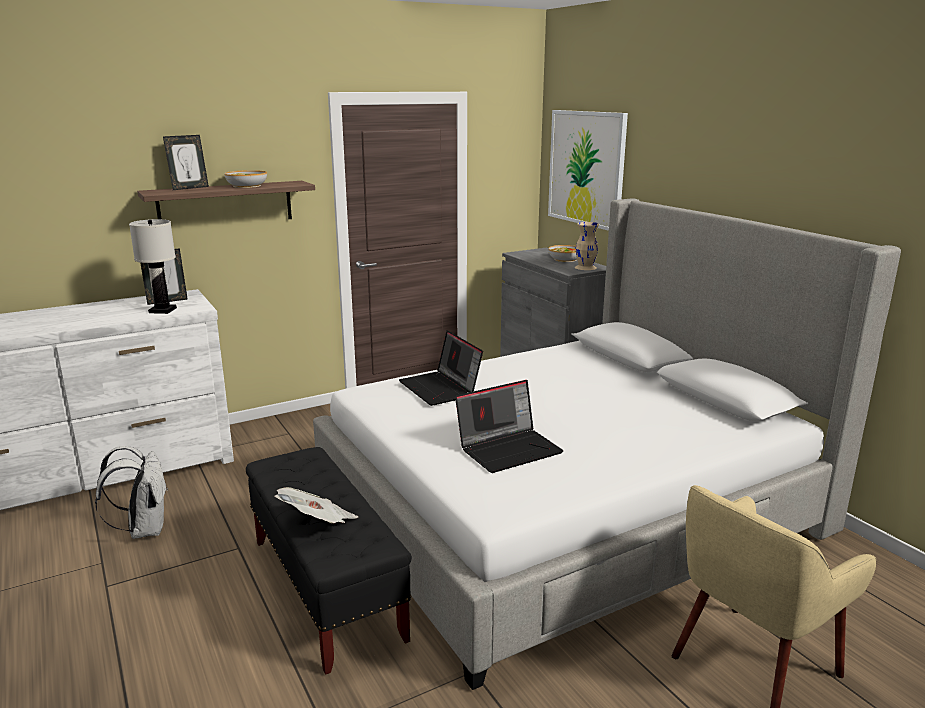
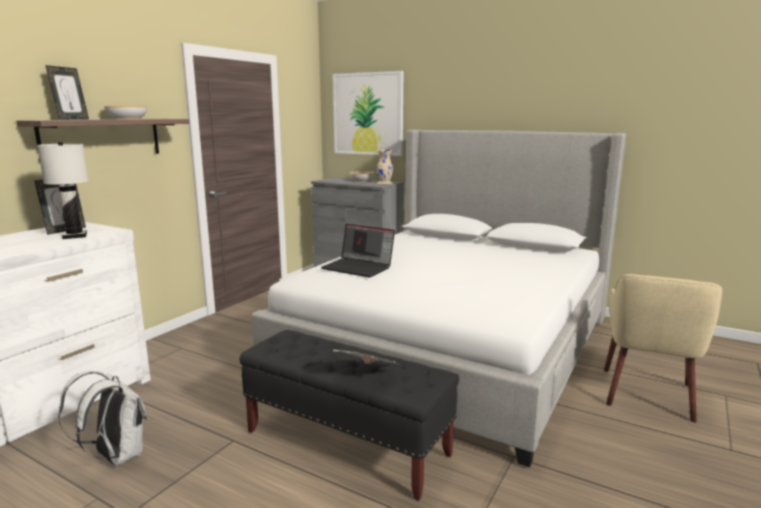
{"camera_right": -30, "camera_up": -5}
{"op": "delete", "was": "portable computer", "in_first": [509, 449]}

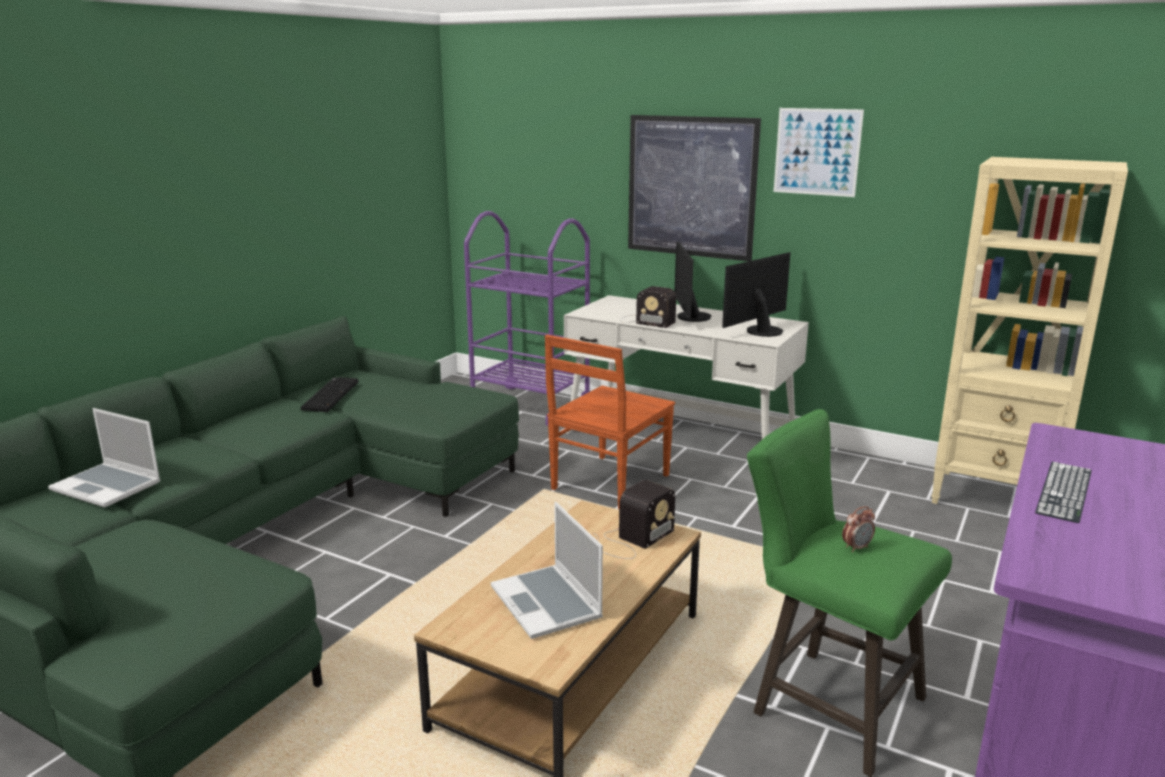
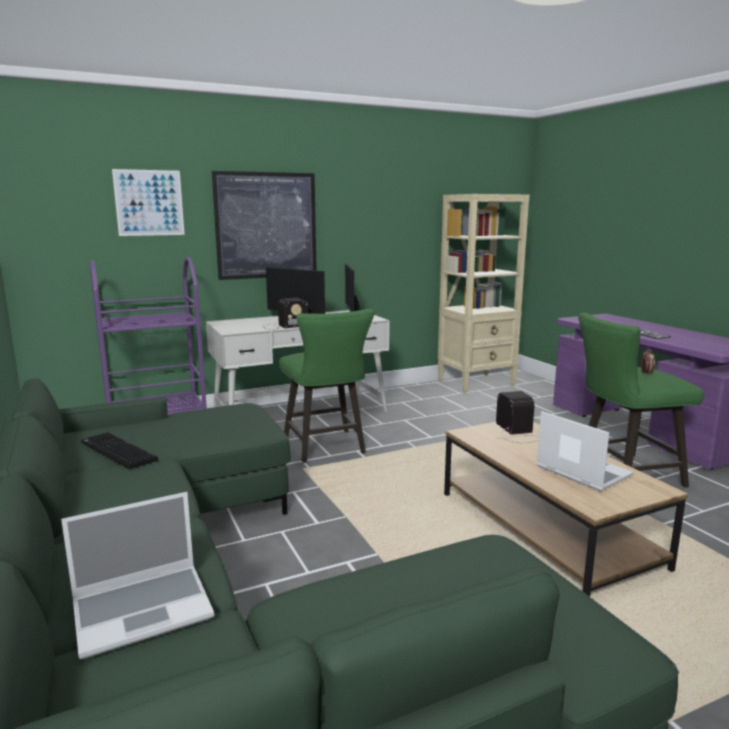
{"camera_right": -55, "camera_up": -5}
{"op": "move", "was": "picture", "in_first": [817, 152], "in_second": [149, 203]}
{"op": "replace", "was": "brown plain chair", "now": "green-coloured sitting stool", "in_first": [608, 483], "in_second": [326, 448]}
{"op": "rotate", "was": "portable computer", "in_first": [548, 604], "in_second": [581, 471], "clockwise": -135}

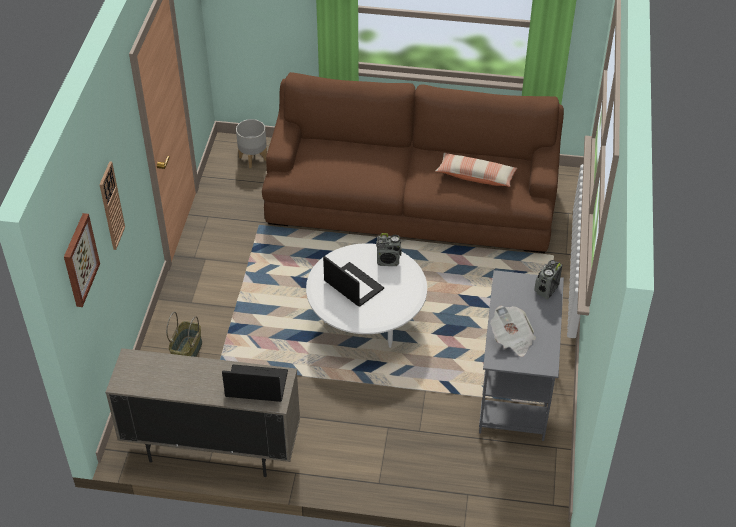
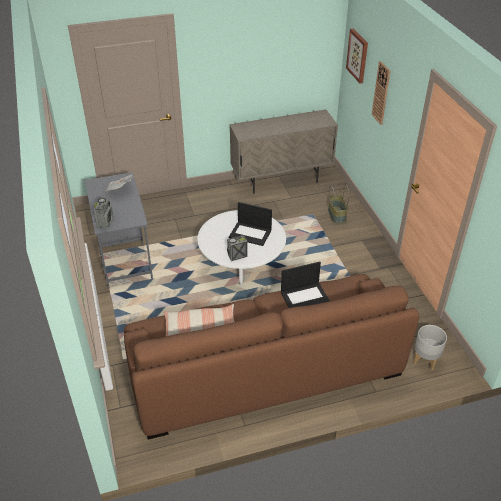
{"camera_right": 155, "camera_up": -5}
{"op": "move", "was": "portable computer", "in_first": [255, 384], "in_second": [305, 296]}

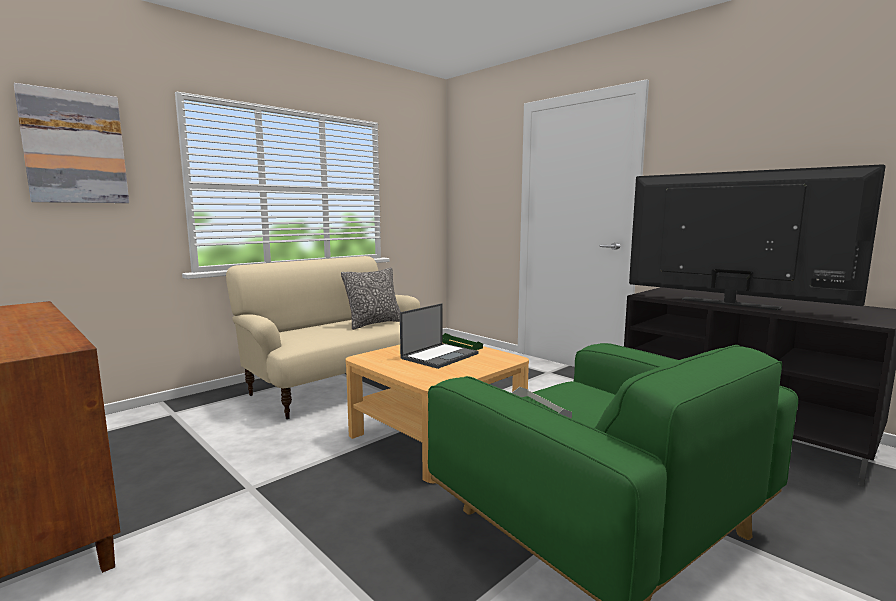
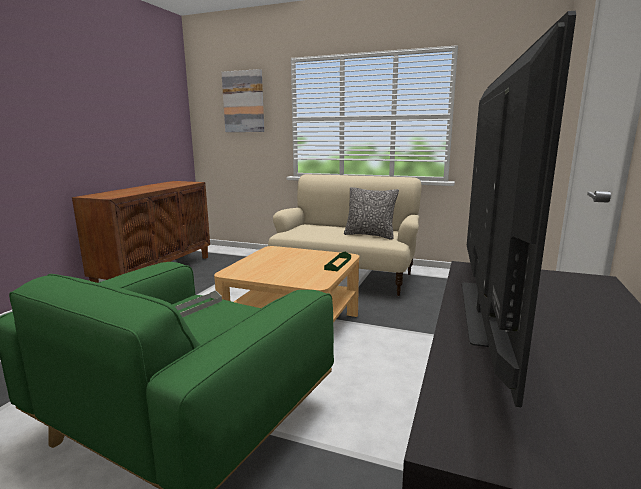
{"camera_right": 65, "camera_up": 5}
{"op": "delete", "was": "portable computer", "in_first": [440, 356]}

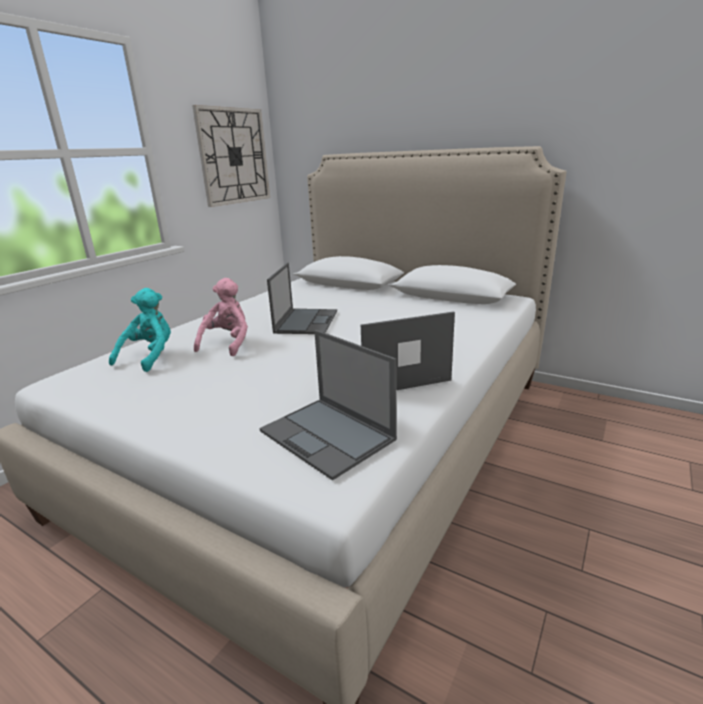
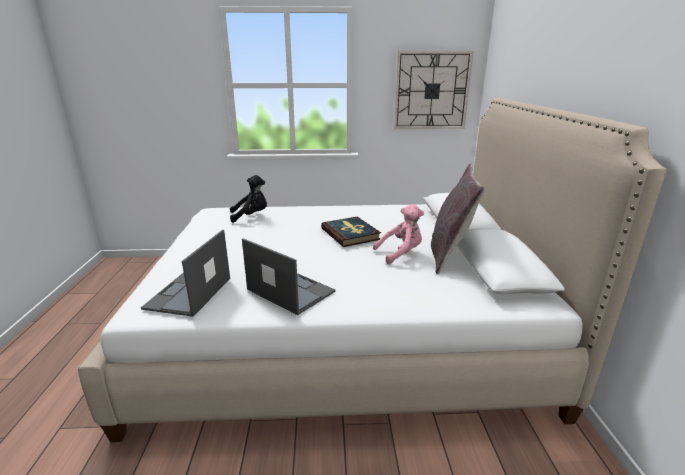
{"camera_right": 55, "camera_up": 0}
{"op": "insert", "now": "greyish pillow", "in_second": [449, 254]}
{"op": "move", "was": "pinkish soft toy", "in_first": [227, 343], "in_second": [401, 253]}
{"op": "replace", "was": "portable computer", "now": "book", "in_first": [306, 321], "in_second": [350, 234]}
{"op": "recolor", "was": "turquoise-coloured soft toy", "now": "blackish soft toy", "in_first": [150, 357], "in_second": [251, 216]}

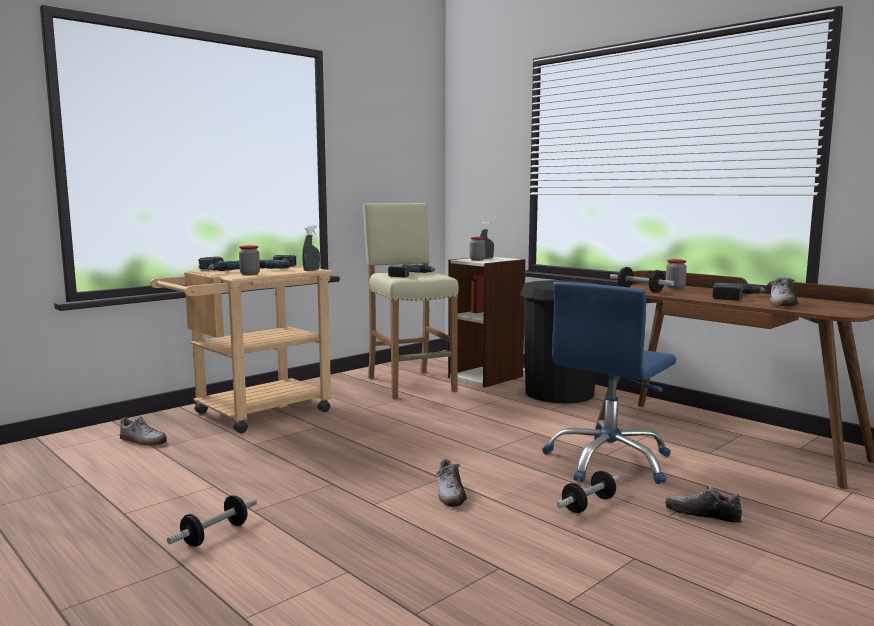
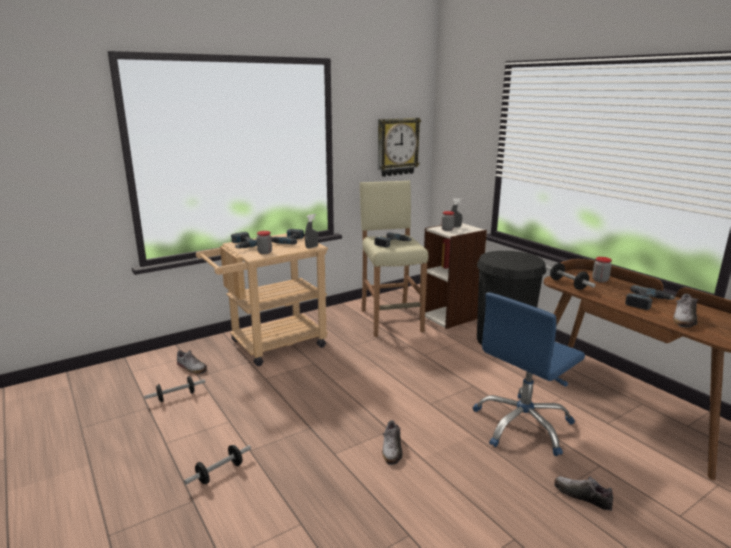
{"camera_right": 10, "camera_up": 10}
{"op": "insert", "now": "hanging clock", "in_second": [397, 146]}
{"op": "move", "was": "dumbbell", "in_first": [588, 505], "in_second": [176, 396]}

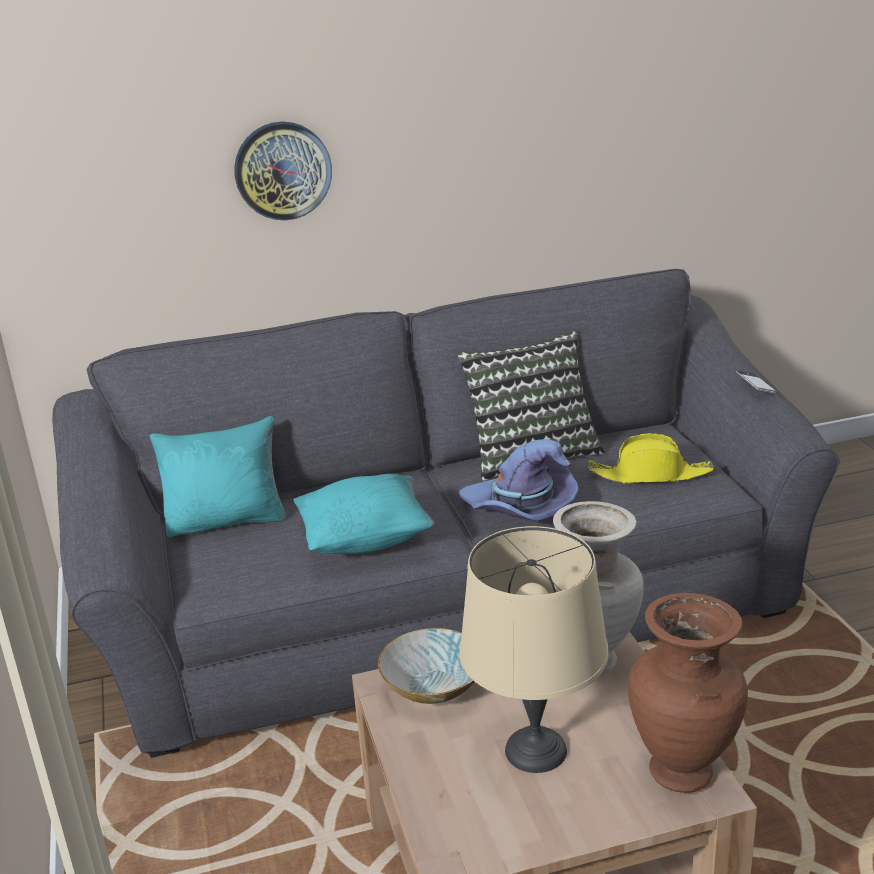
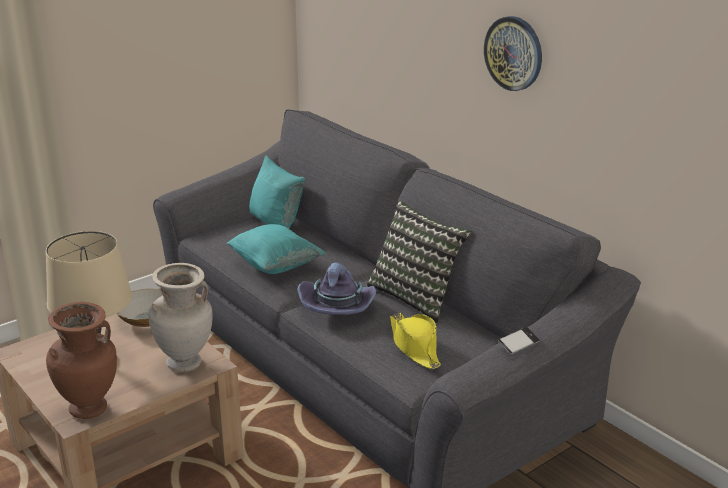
{"camera_right": 65, "camera_up": 0}
{"op": "move", "was": "hanging clock", "in_first": [283, 170], "in_second": [514, 53]}

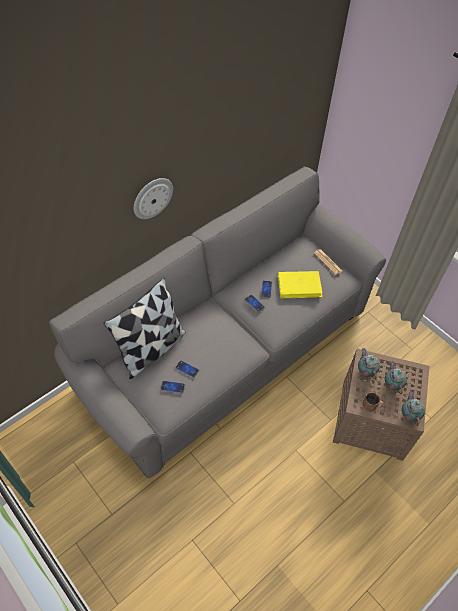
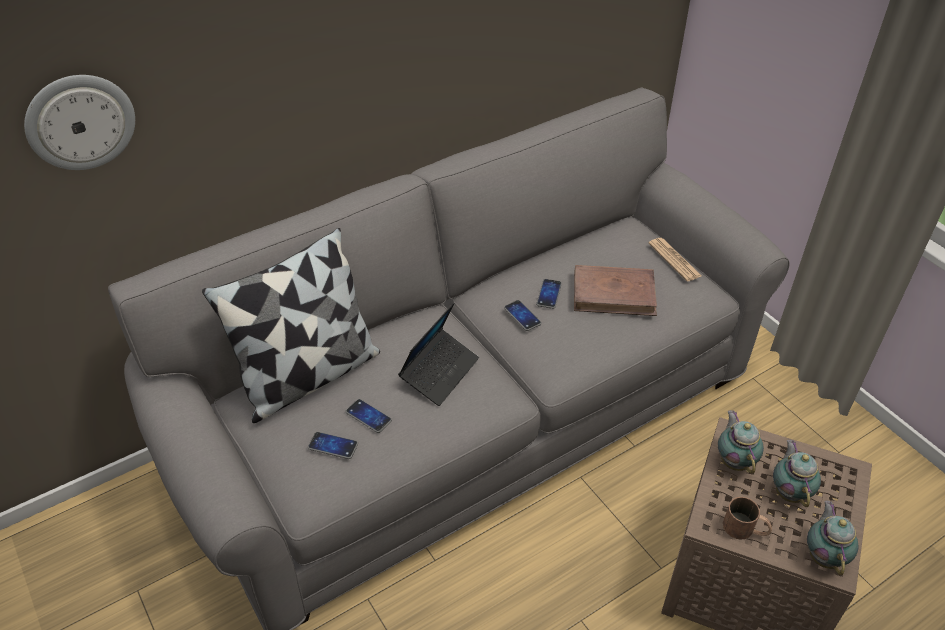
{"camera_right": 10, "camera_up": -10}
{"op": "insert", "now": "portable computer", "in_second": [439, 372]}
{"op": "move", "was": "hanging clock", "in_first": [152, 198], "in_second": [80, 121]}
{"op": "recolor", "was": "yellow-coloured book", "now": "brown book", "in_first": [299, 286], "in_second": [614, 294]}

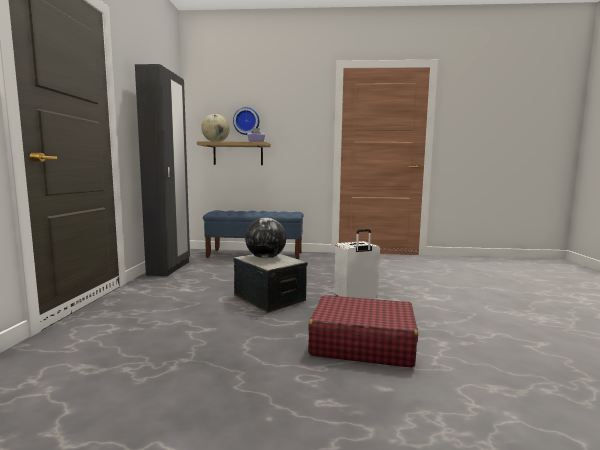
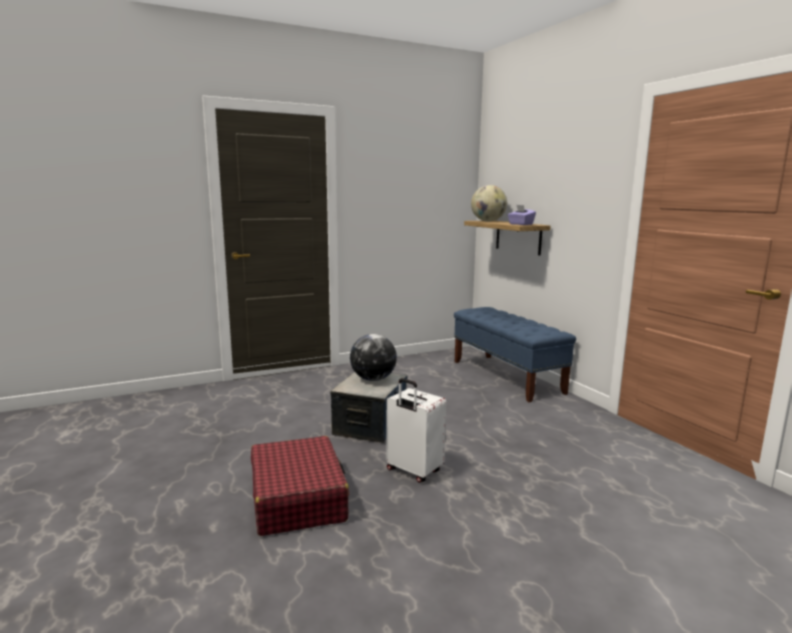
{"camera_right": 60, "camera_up": 5}
{"op": "delete", "was": "blackish armoire", "in_first": [169, 268]}
{"op": "delete", "was": "hanging clock", "in_first": [246, 121]}

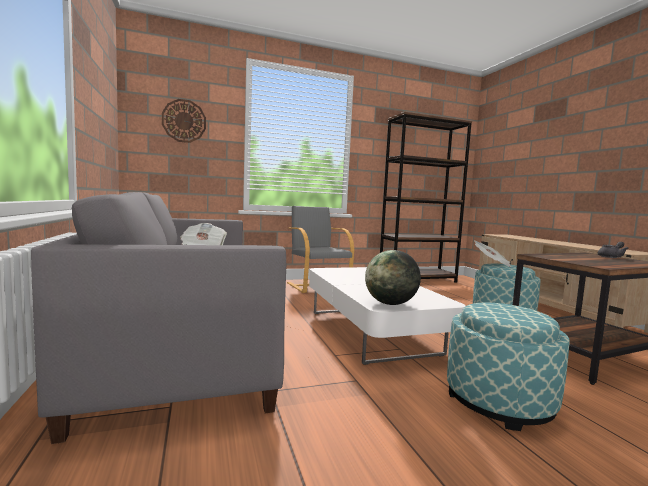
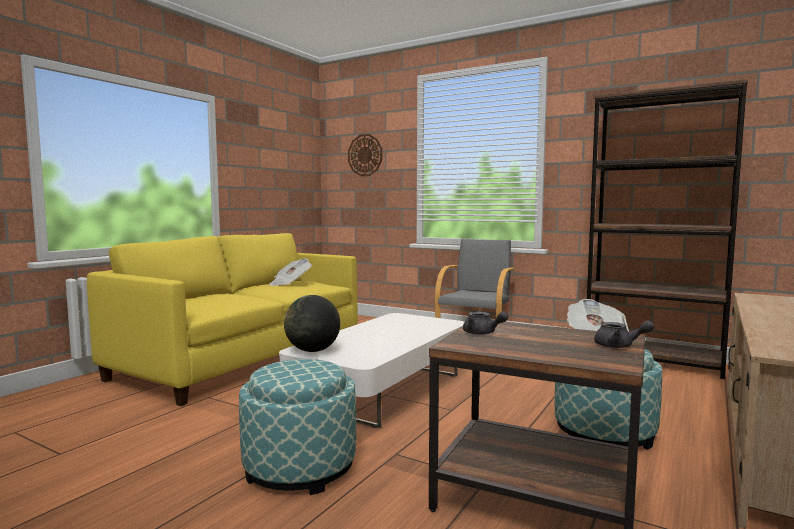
{"camera_right": 50, "camera_up": 0}
{"op": "insert", "now": "greyish pot for tea", "in_second": [482, 333]}
{"op": "recolor", "was": "greyish settee", "now": "yellow-coloured settee", "in_first": [183, 344], "in_second": [244, 358]}

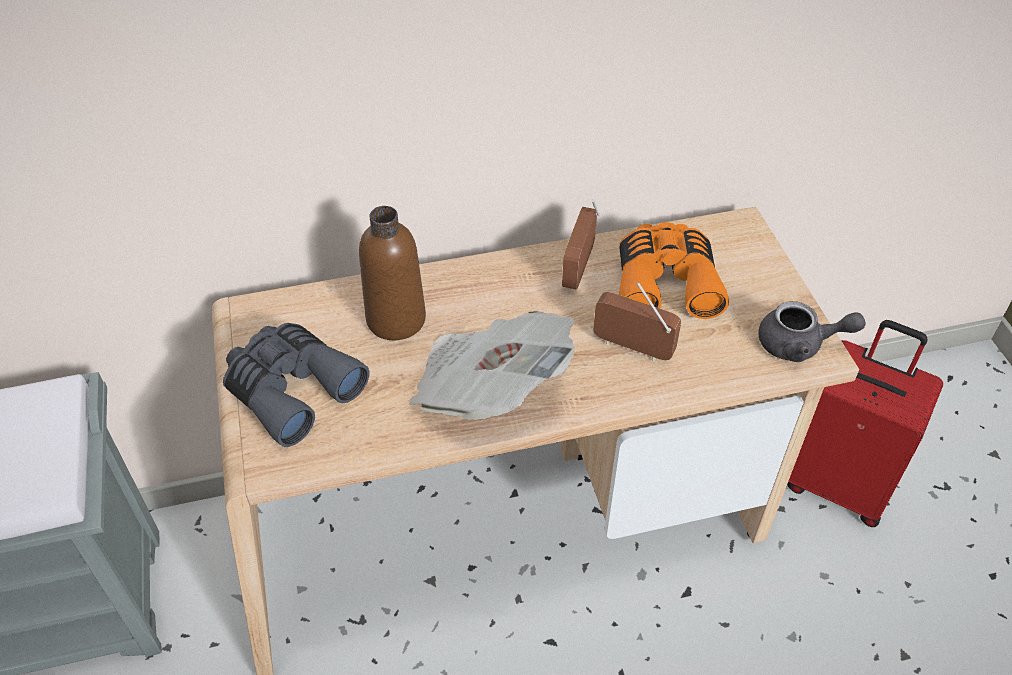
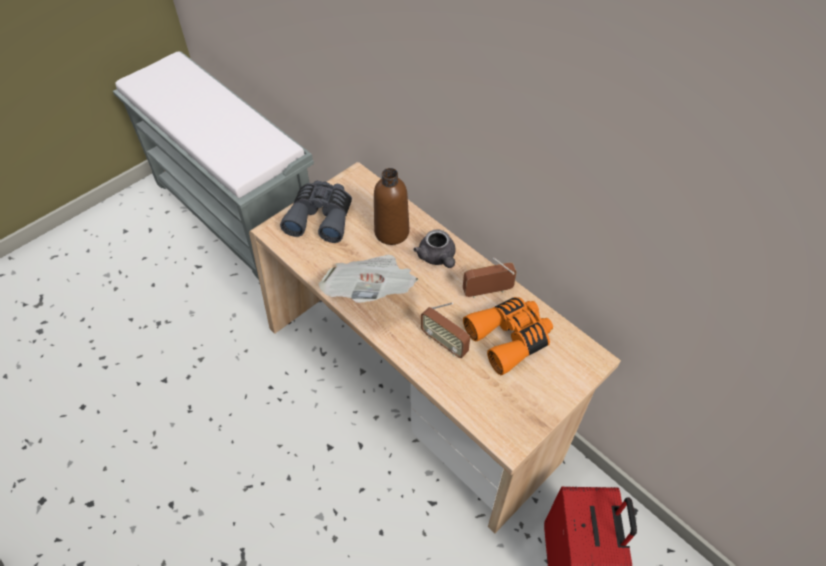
{"camera_right": 60, "camera_up": 5}
{"op": "move", "was": "greyish pot for tea", "in_first": [799, 345], "in_second": [437, 258]}
{"op": "rotate", "was": "radio receiver", "in_first": [632, 348], "in_second": [444, 343], "clockwise": 135}

